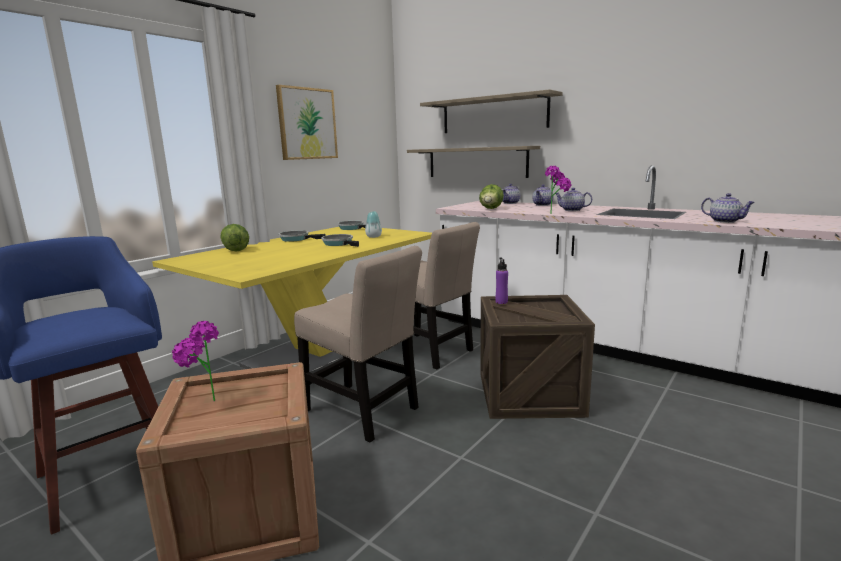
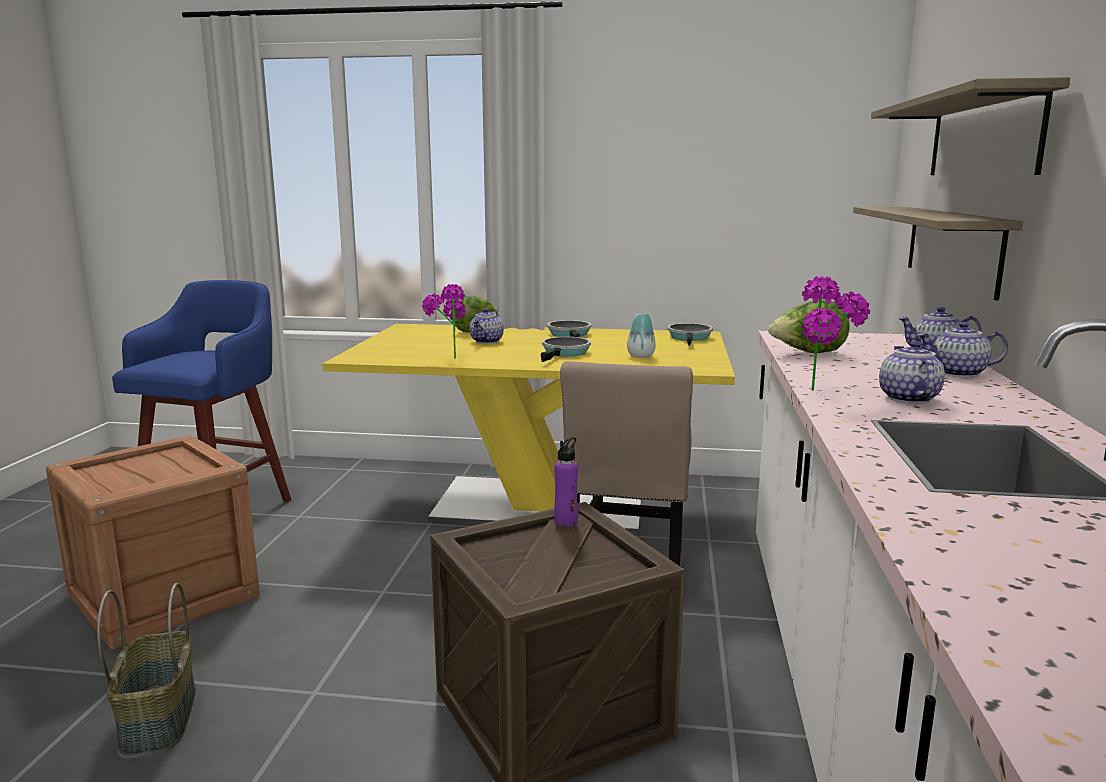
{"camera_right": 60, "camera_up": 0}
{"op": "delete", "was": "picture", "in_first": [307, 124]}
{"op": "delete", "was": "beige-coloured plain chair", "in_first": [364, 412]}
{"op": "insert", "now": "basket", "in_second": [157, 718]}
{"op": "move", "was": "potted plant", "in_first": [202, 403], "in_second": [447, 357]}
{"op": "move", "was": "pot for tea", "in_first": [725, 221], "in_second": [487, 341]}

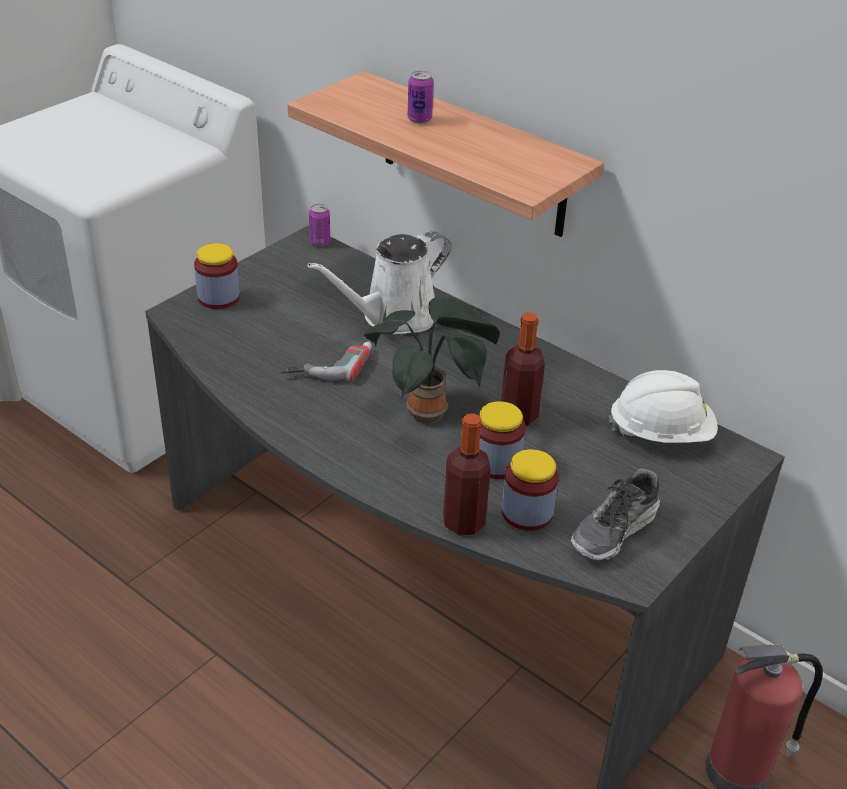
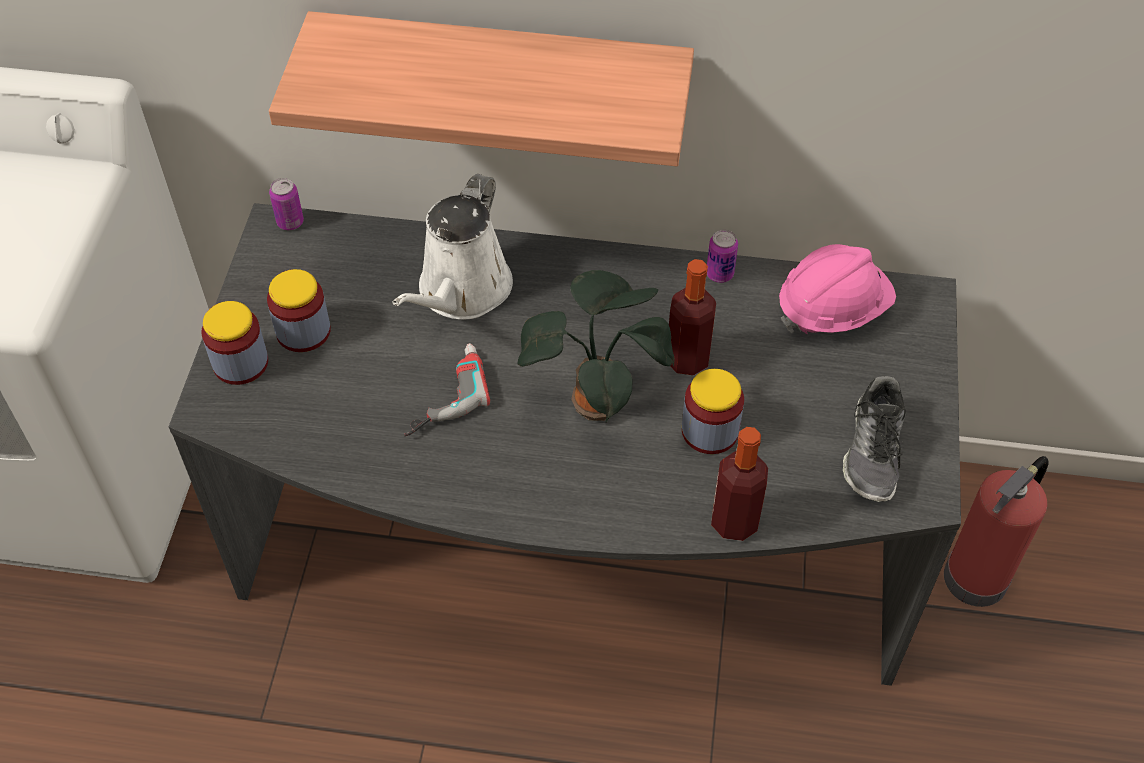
{"camera_right": -30, "camera_up": 15}
{"op": "move", "was": "sealed can", "in_first": [419, 119], "in_second": [719, 274]}
{"op": "move", "was": "preserve jar", "in_first": [527, 512], "in_second": [303, 331]}
{"op": "recolor", "was": "white hard hat", "now": "pinkish hard hat", "in_first": [661, 433], "in_second": [832, 309]}

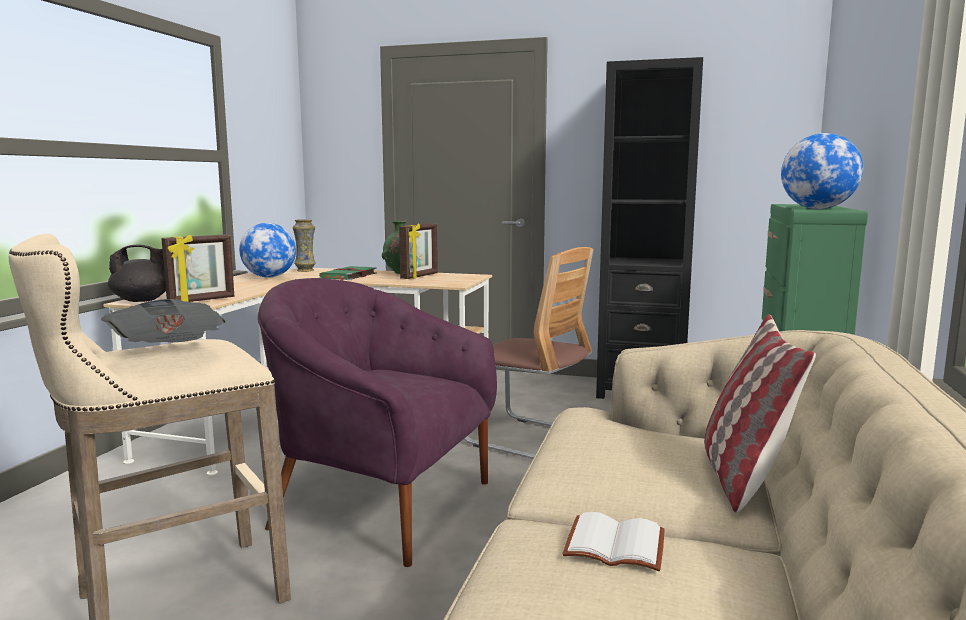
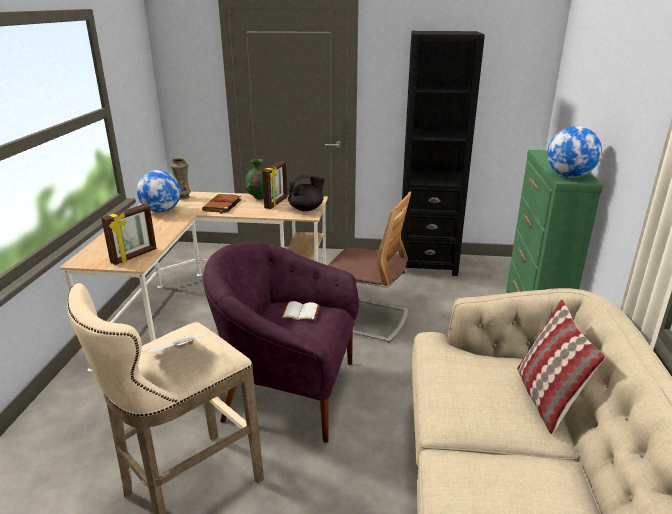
{"camera_right": -10, "camera_up": 15}
{"op": "move", "was": "blackish pot for tea", "in_first": [143, 300], "in_second": [306, 209]}
{"op": "move", "was": "white book", "in_first": [617, 544], "in_second": [301, 312]}
{"op": "recolor", "was": "green-coloured book", "now": "brown book", "in_first": [348, 276], "in_second": [222, 205]}

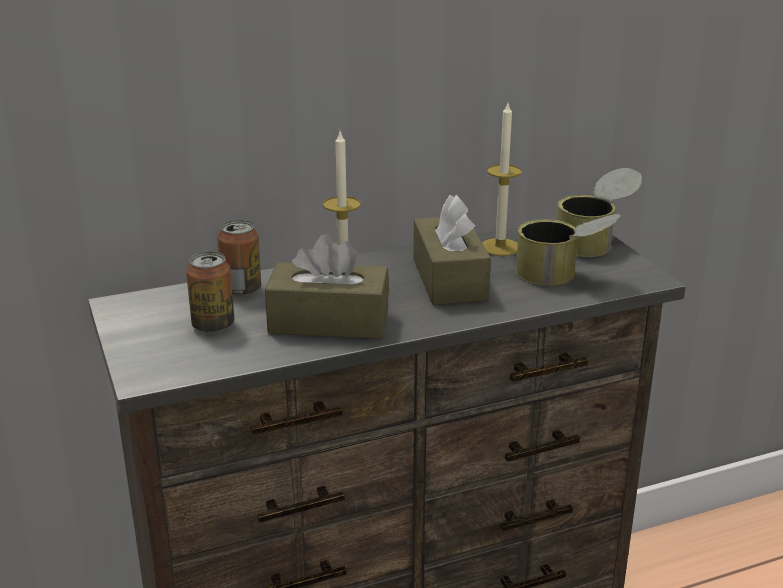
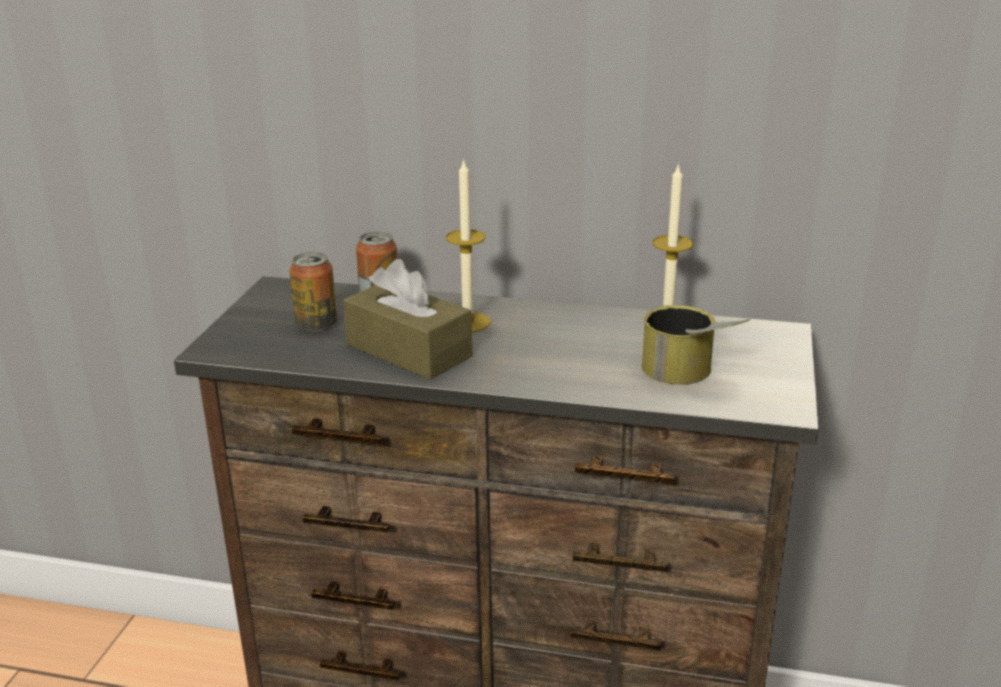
{"camera_right": 35, "camera_up": 0}
{"op": "delete", "was": "brown tissue box", "in_first": [449, 279]}
{"op": "delete", "was": "sealed can", "in_first": [595, 241]}

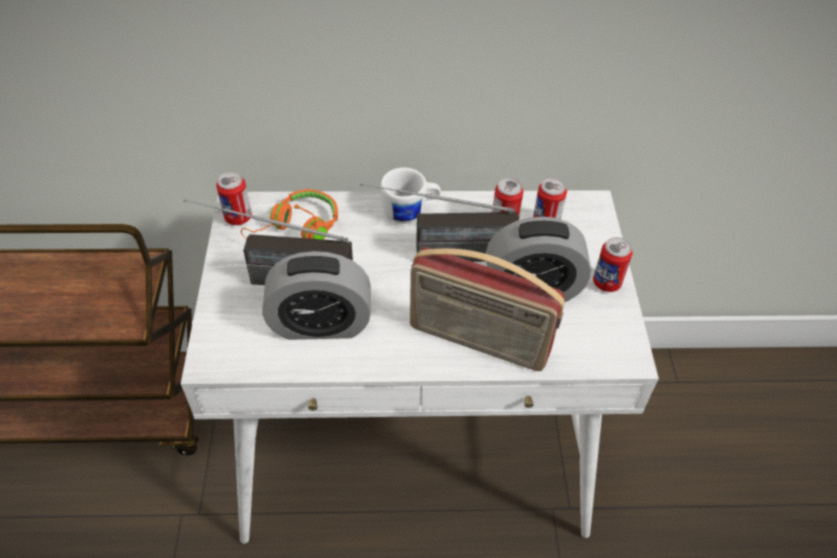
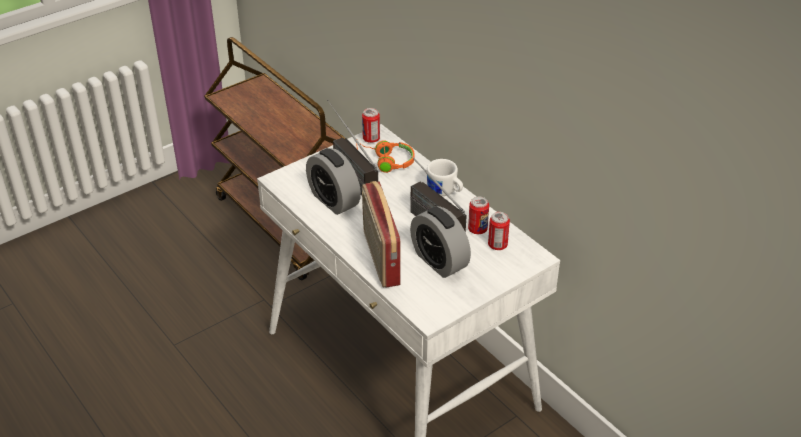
{"camera_right": 55, "camera_up": -10}
{"op": "delete", "was": "sealed can", "in_first": [606, 283]}

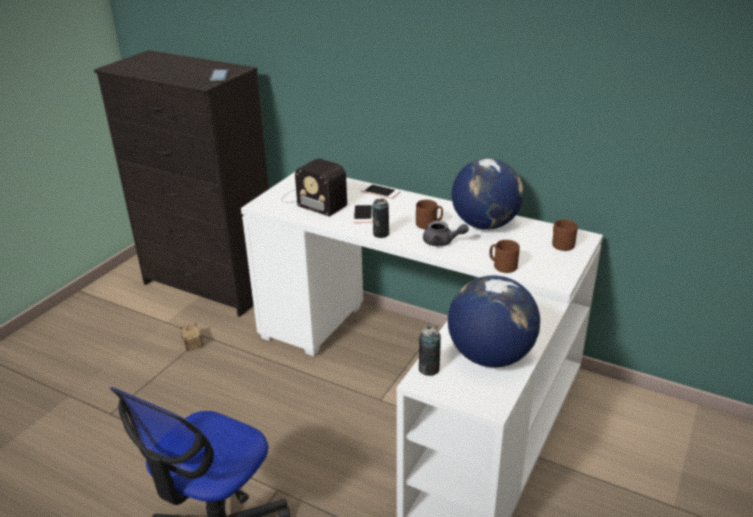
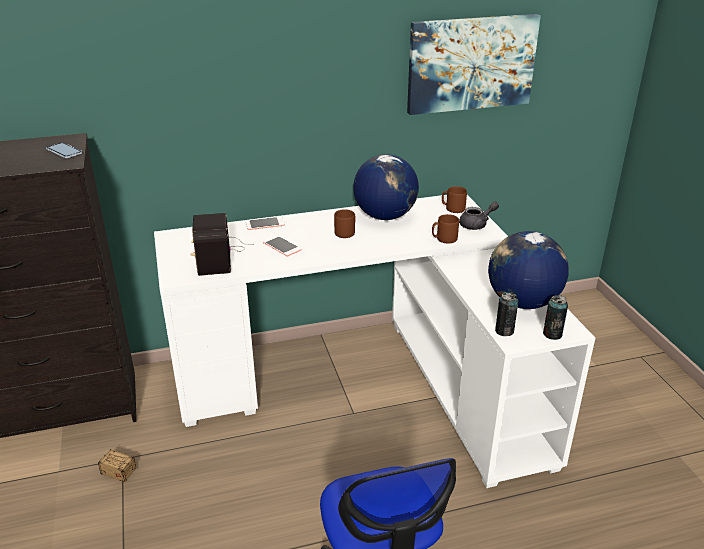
{"camera_right": -45, "camera_up": 0}
{"op": "insert", "now": "picture", "in_second": [471, 63]}
{"op": "move", "was": "sealed can", "in_first": [381, 234], "in_second": [552, 334]}
{"op": "move", "was": "greyish pot for tea", "in_first": [442, 242], "in_second": [477, 225]}
{"op": "rotate", "was": "radio receiver", "in_first": [312, 200], "in_second": [218, 254], "clockwise": 90}

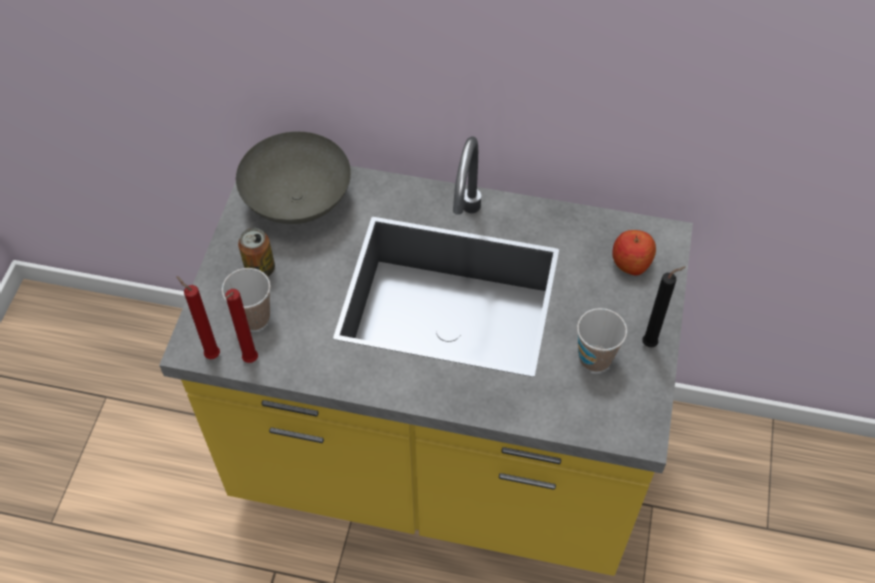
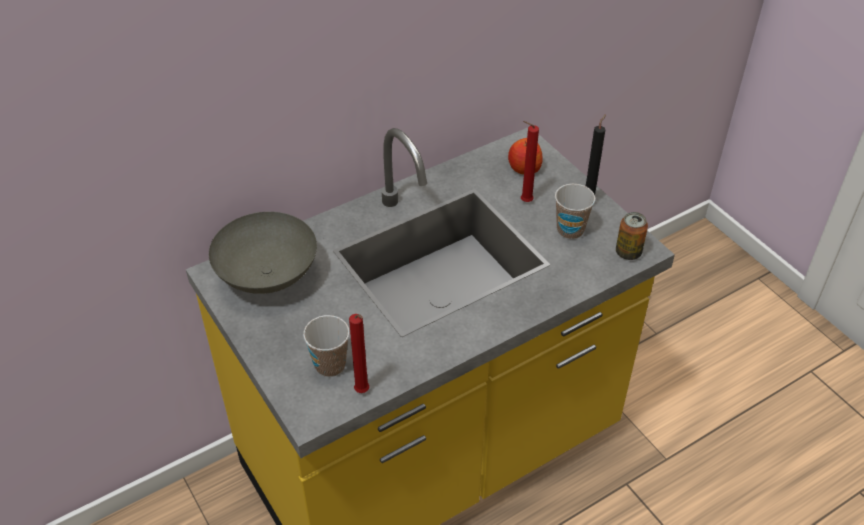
{"camera_right": -45, "camera_up": -10}
{"op": "move", "was": "red-coloured wax candle", "in_first": [211, 354], "in_second": [524, 202]}
{"op": "move", "was": "sealed can", "in_first": [260, 269], "in_second": [628, 252]}

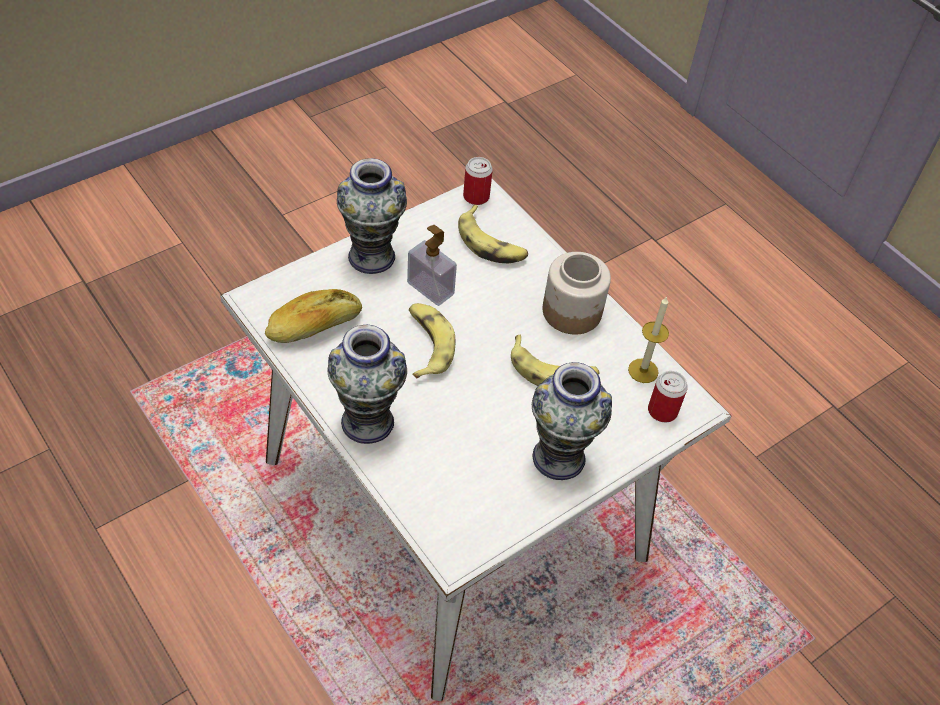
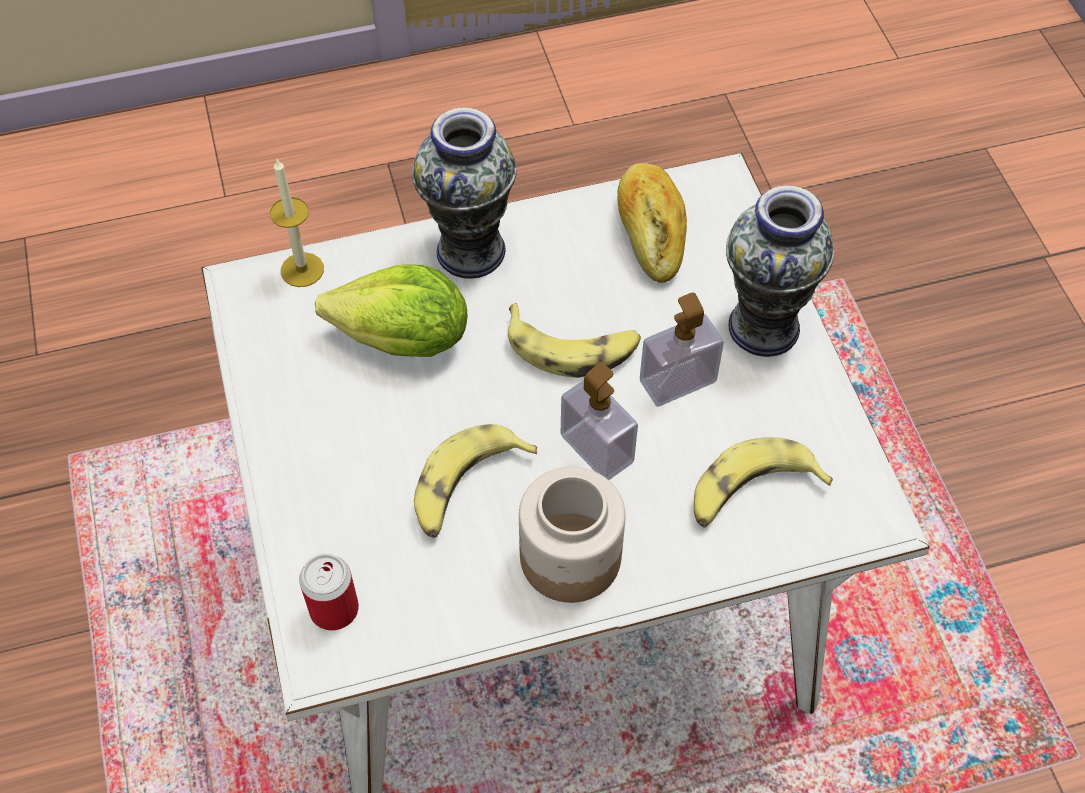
{"camera_right": 115, "camera_up": 5}
{"op": "delete", "was": "sealed can", "in_first": [476, 197]}
{"op": "delete", "was": "vase", "in_first": [559, 457]}
{"op": "insert", "now": "lettuce head", "in_second": [404, 341]}
{"op": "insert", "now": "soap dispenser", "in_second": [597, 449]}
{"op": "move", "was": "wax candle", "in_first": [643, 370], "in_second": [302, 269]}

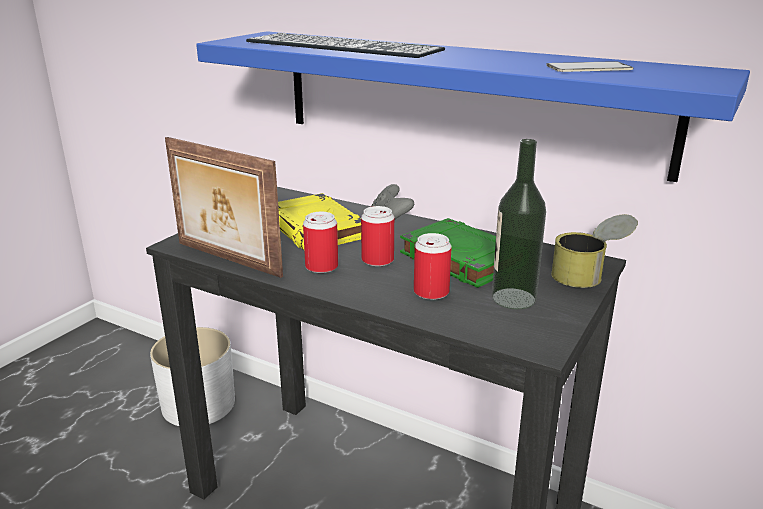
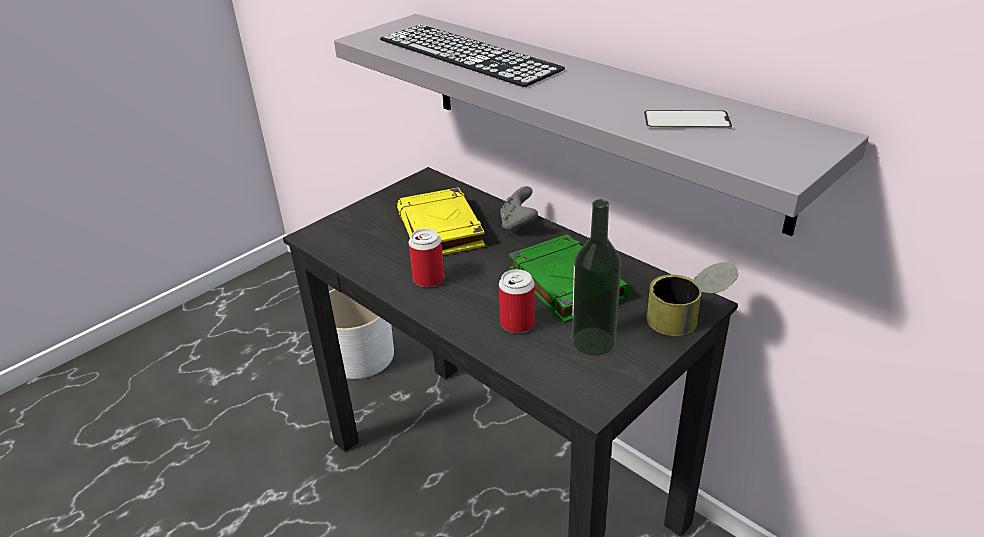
{"camera_right": 15, "camera_up": 10}
{"op": "delete", "was": "photo frame", "in_first": [226, 260]}
{"op": "delete", "was": "sealed can", "in_first": [377, 260]}
{"op": "recolor", "was": "blue bracket shelf", "now": "greyish bracket shelf", "in_first": [464, 99], "in_second": [593, 113]}

